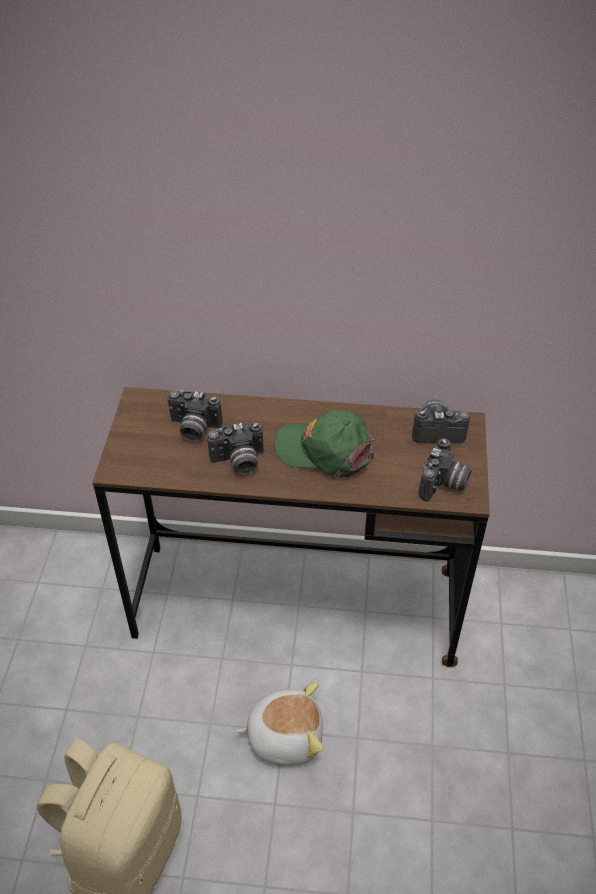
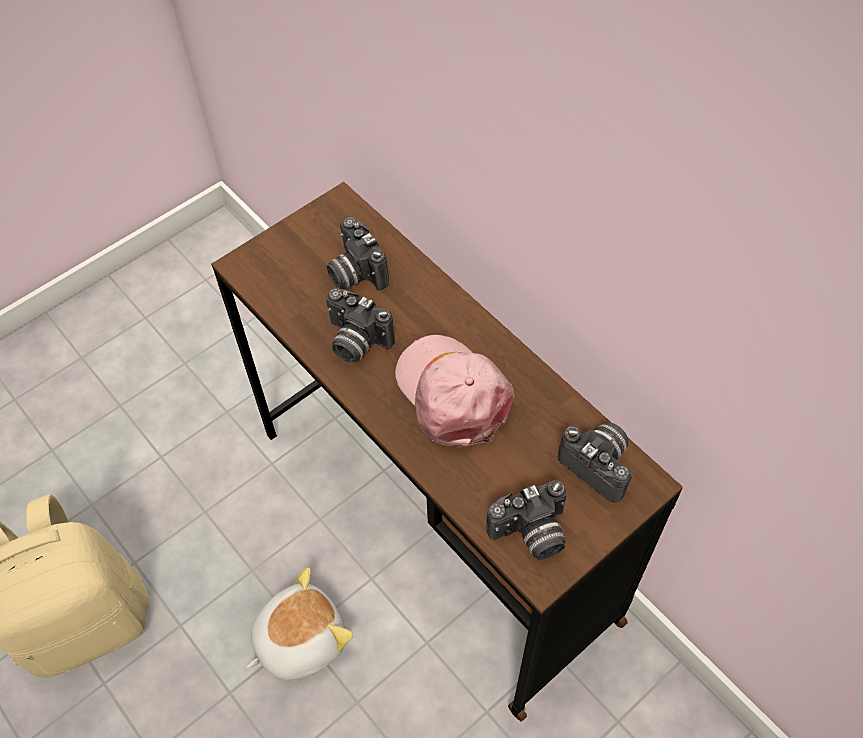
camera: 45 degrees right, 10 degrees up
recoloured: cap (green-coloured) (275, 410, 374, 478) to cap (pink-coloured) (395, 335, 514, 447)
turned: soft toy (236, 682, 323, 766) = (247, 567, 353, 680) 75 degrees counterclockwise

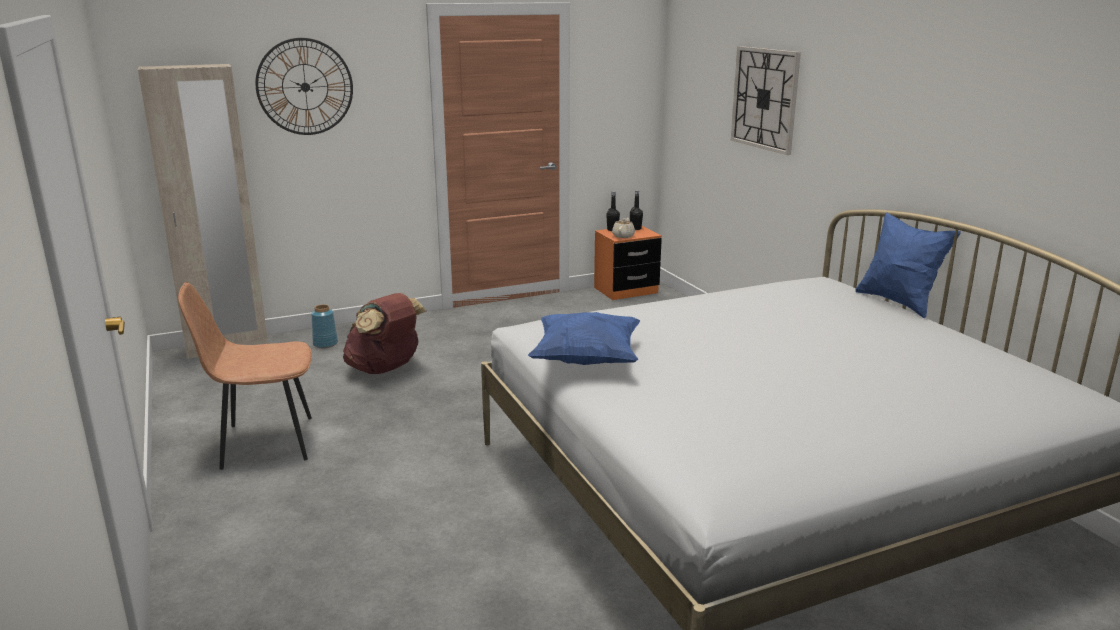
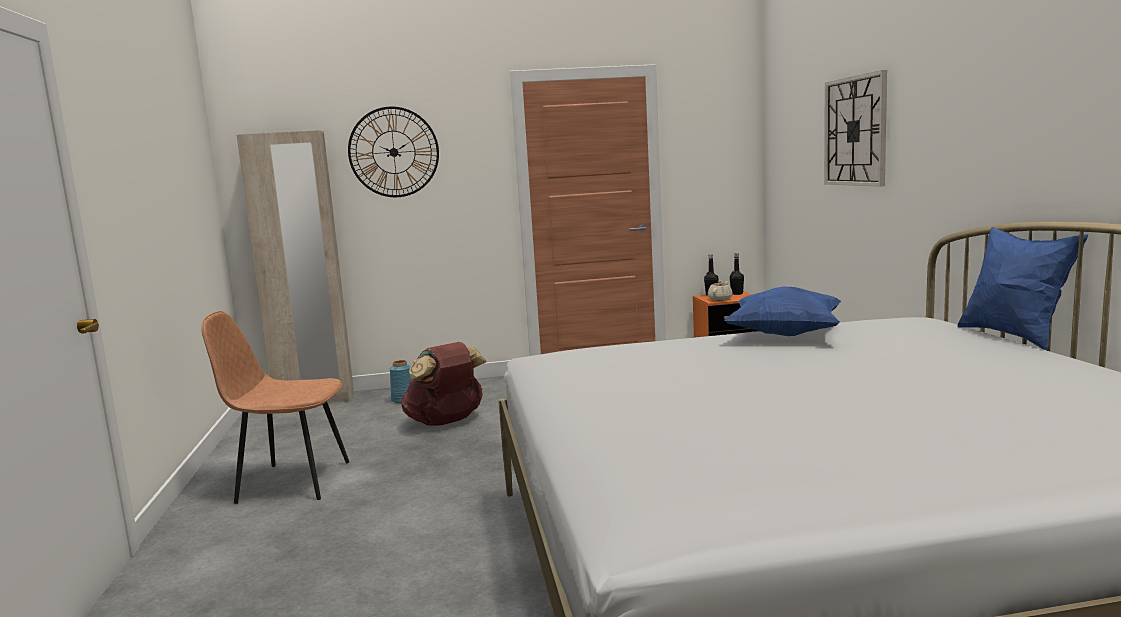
camera: 15 degrees right, 10 degrees down
moved: throw pillow (bluish) (528, 312, 640, 365) to (724, 287, 841, 336)

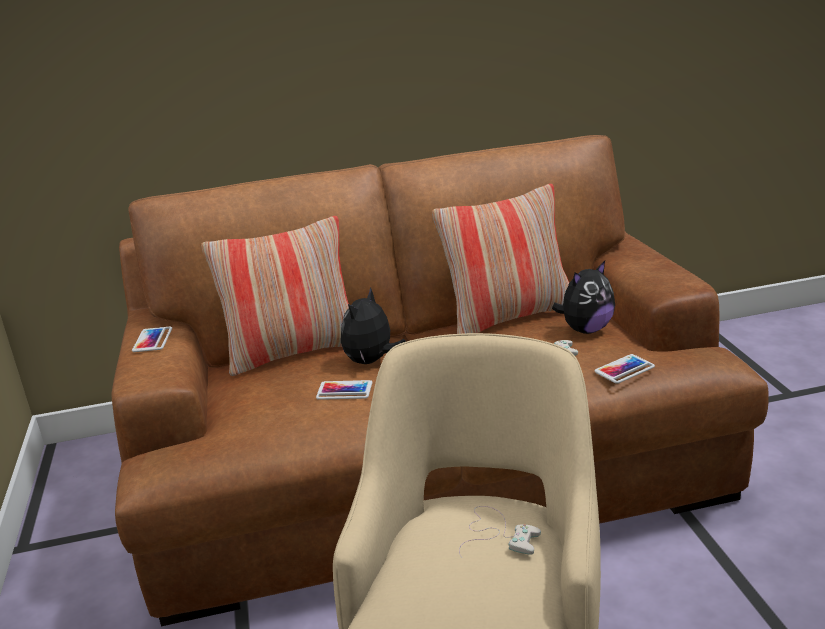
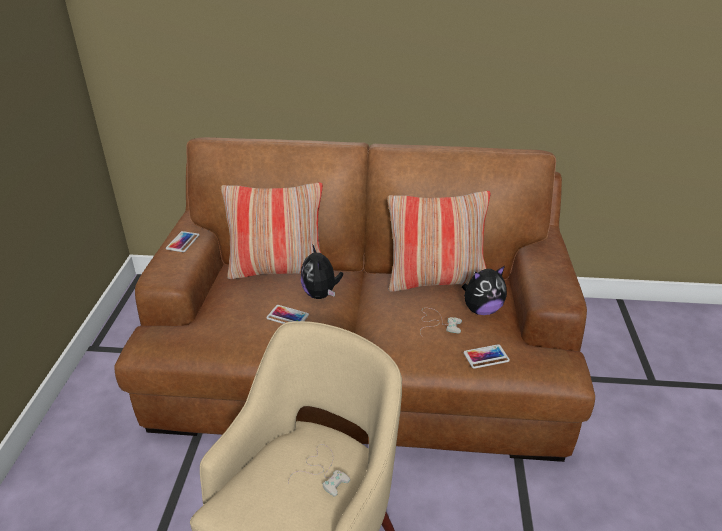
camera: 15 degrees right, 10 degrees up
turned: soft toy (341, 287, 406, 364) = (301, 244, 343, 299) 60 degrees counterclockwise

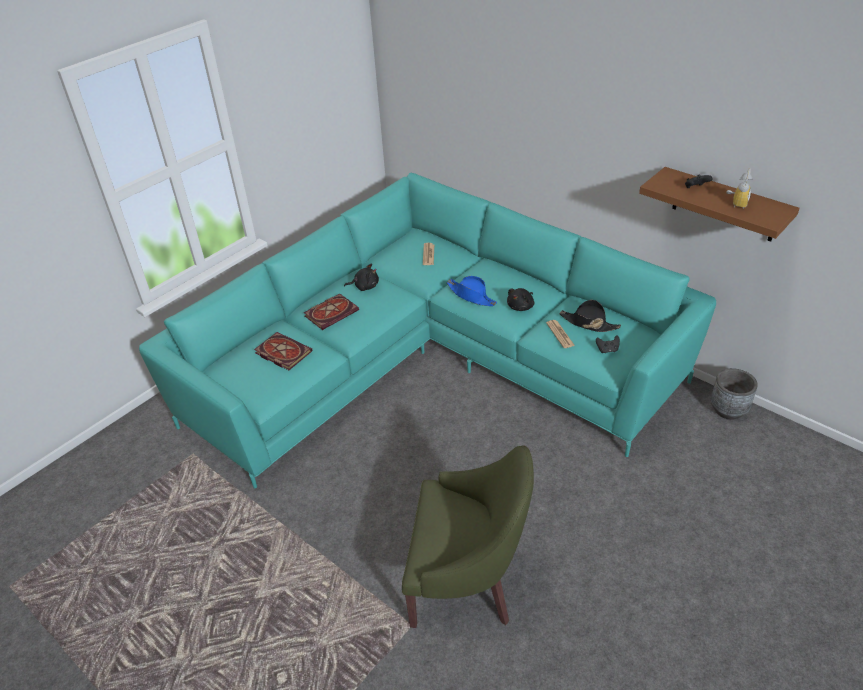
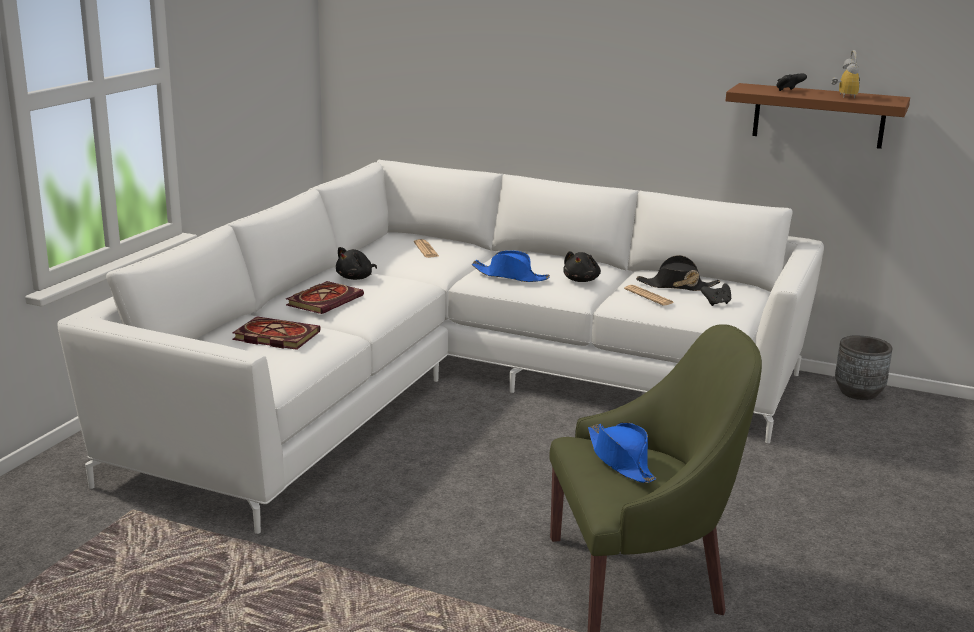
camera: 20 degrees left, 20 degrees down
added: clothing hat (bluish) (588, 422, 656, 483)
recoloured: settee (turquoise-coloured) (139, 173, 716, 488) to settee (white-coloured) (58, 160, 824, 534)
turned: soft toy (black-coloured) (344, 264, 379, 291) = (336, 247, 377, 280) 150 degrees clockwise

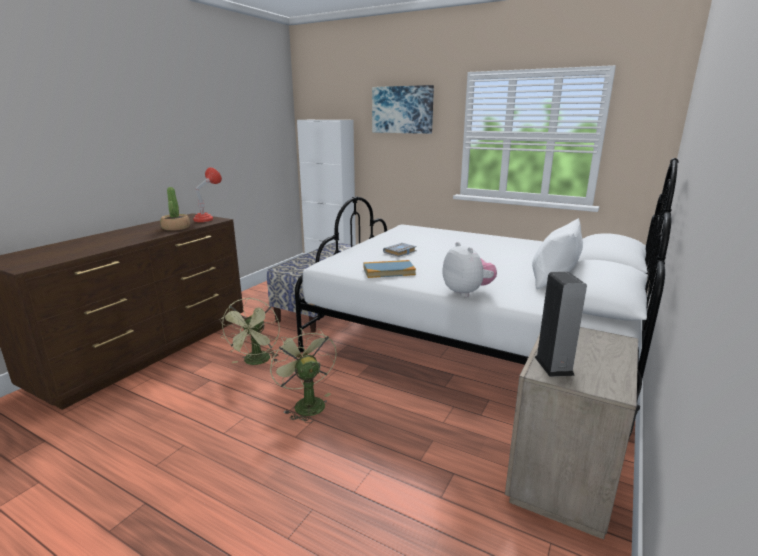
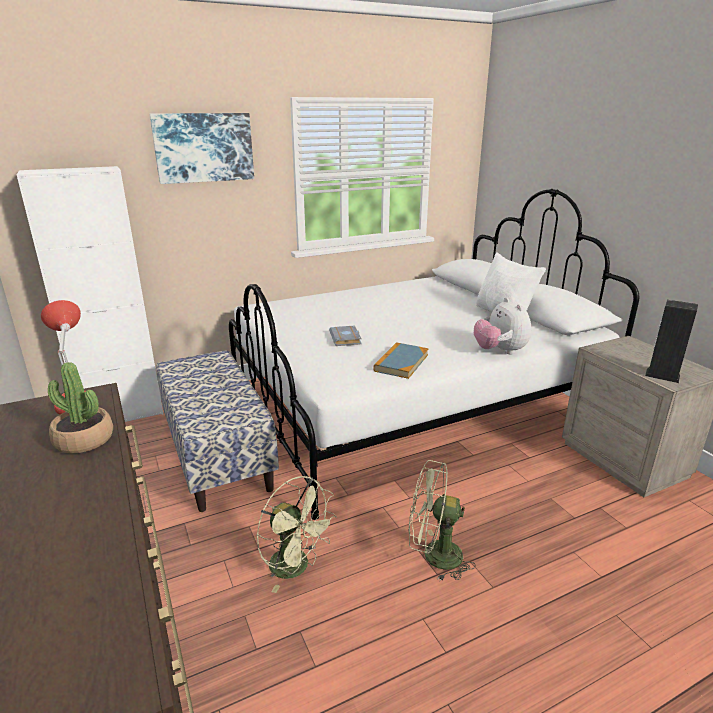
camera: 55 degrees left, 5 degrees up
turned: soft toy (442, 242, 497, 297) = (474, 298, 531, 354) 120 degrees counterclockwise

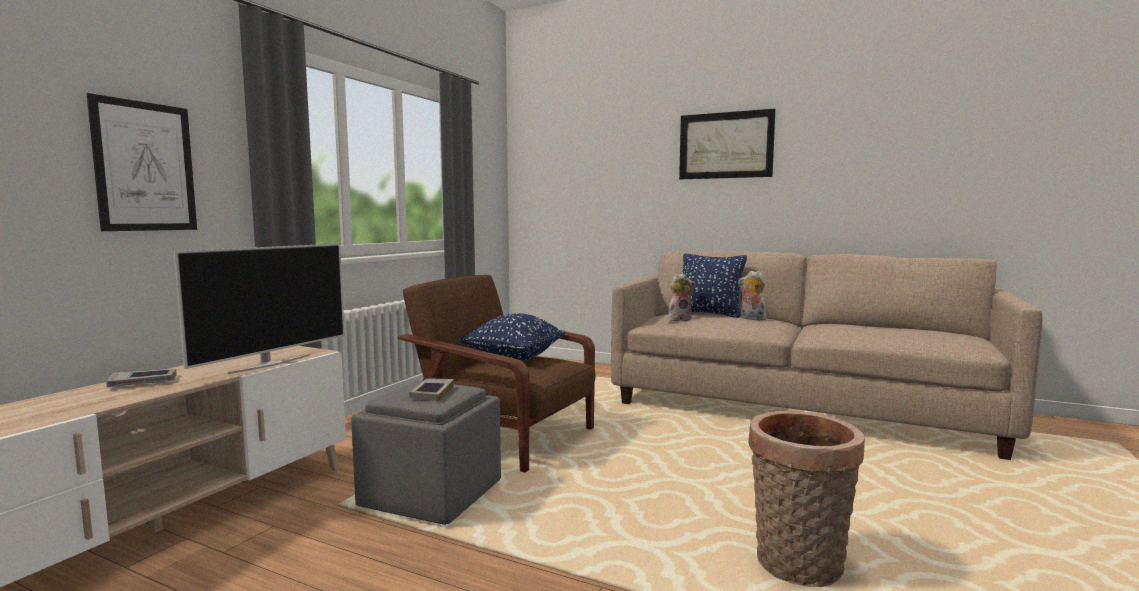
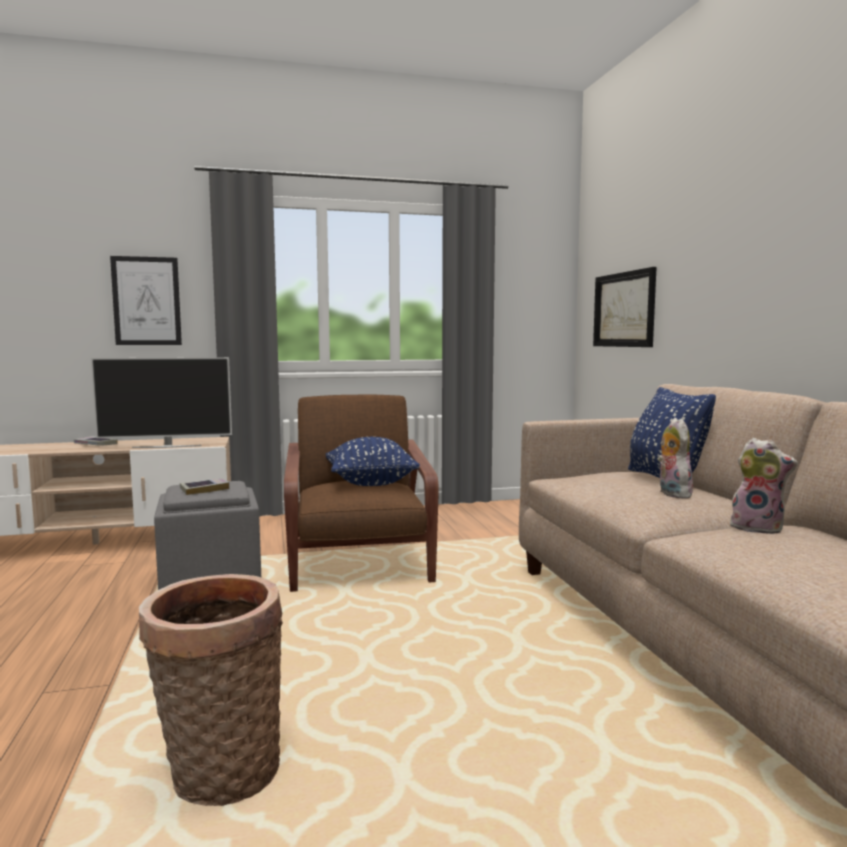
camera: 50 degrees right, 0 degrees up
moved: wall art (679, 109, 775, 179) to (593, 267, 657, 347); soft toy (668, 273, 695, 321) to (728, 438, 798, 534)

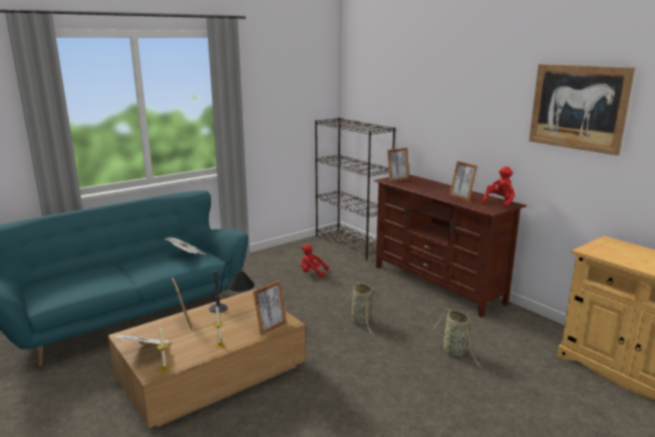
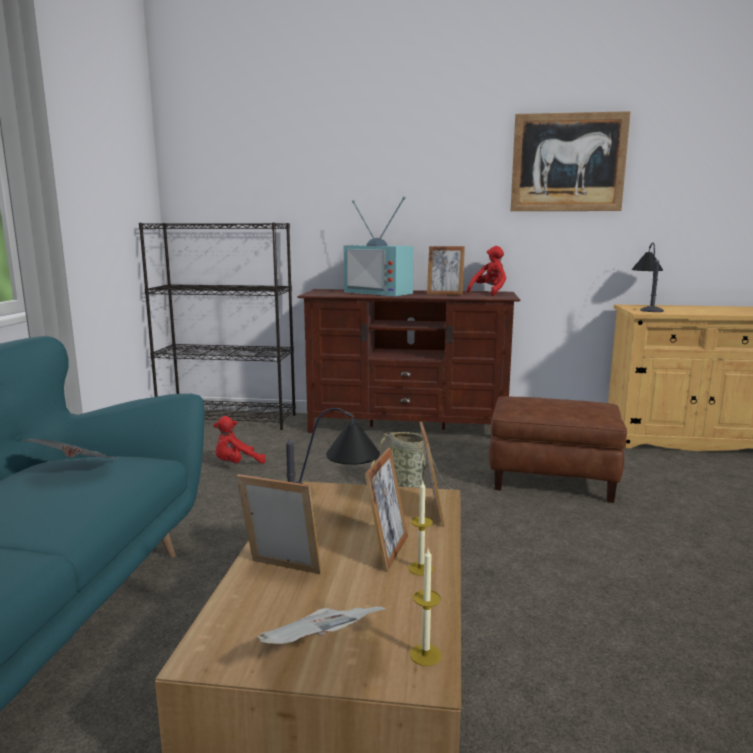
camera: 45 degrees left, 5 degrees down
added: TV set (344, 196, 414, 296); table lamp (632, 243, 664, 312)
moved: standing frame (387, 148, 409, 182) to (365, 448, 408, 572)
replaced: household basket (428, 309, 481, 367) to ottoman (brown-coloured) (489, 396, 627, 503)
turned: soft toy (reddish) (482, 166, 515, 209) = (467, 246, 506, 296) 45 degrees clockwise

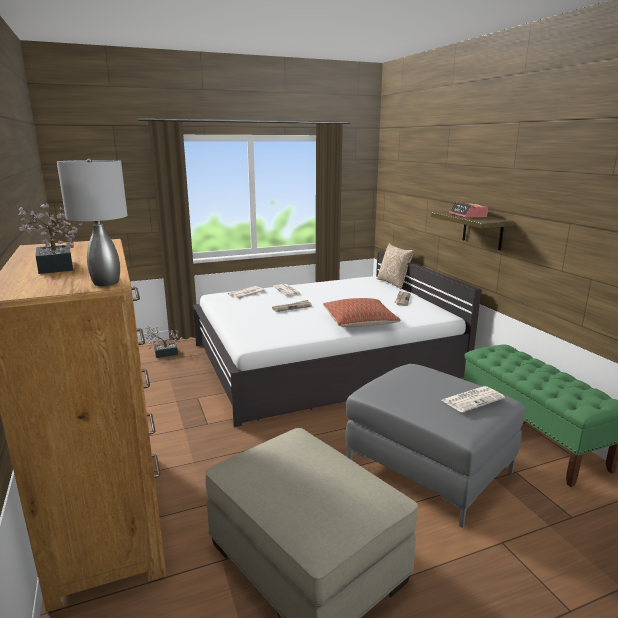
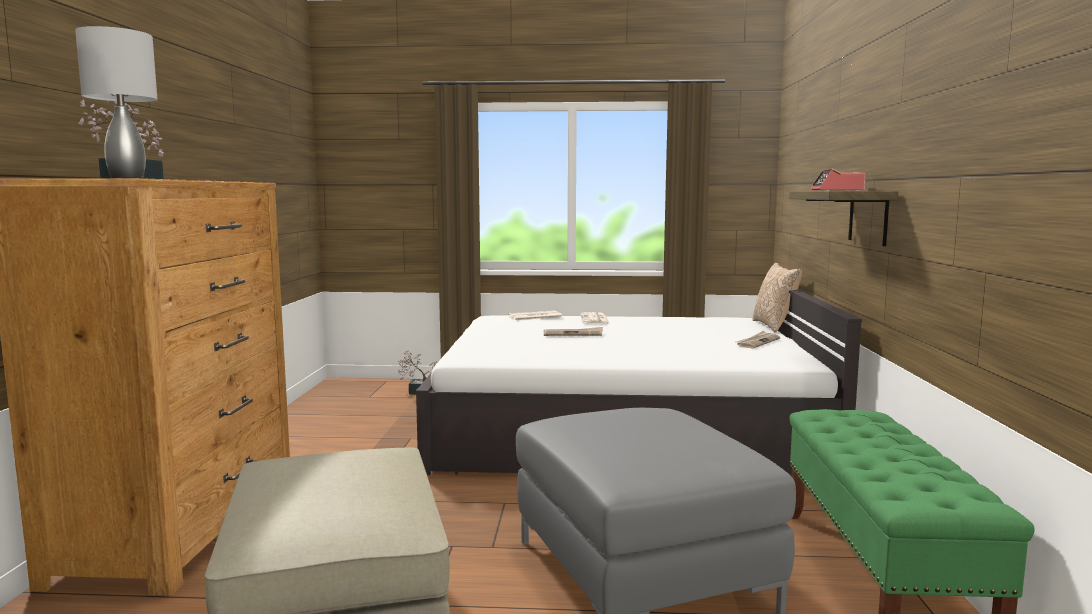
camera: 25 degrees right, 10 degrees down
removed: throw pillow (323, 298, 401, 327); newspaper (442, 386, 505, 412)

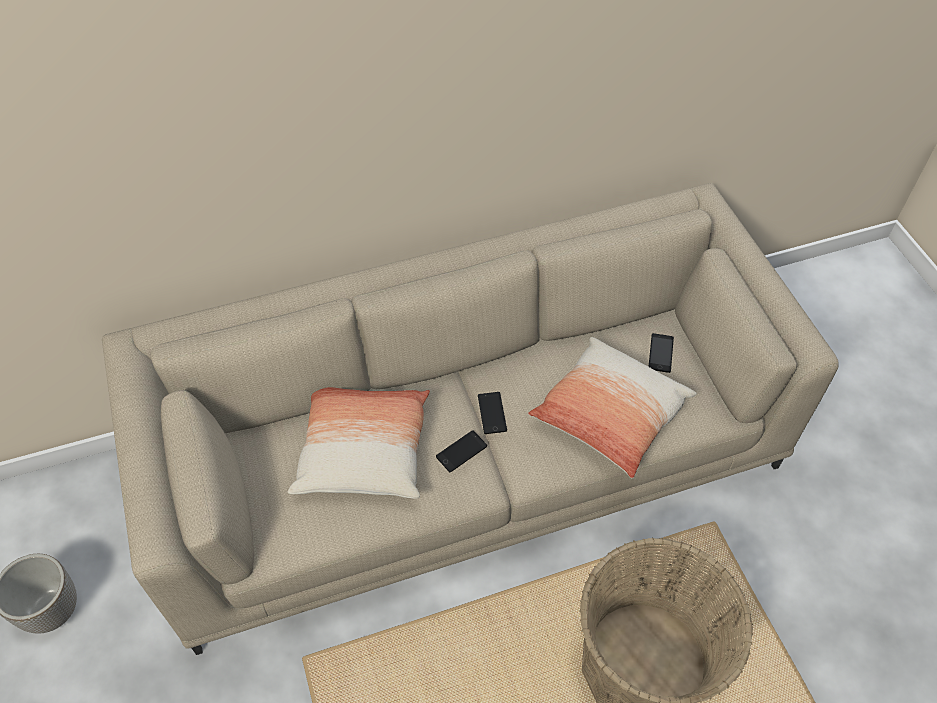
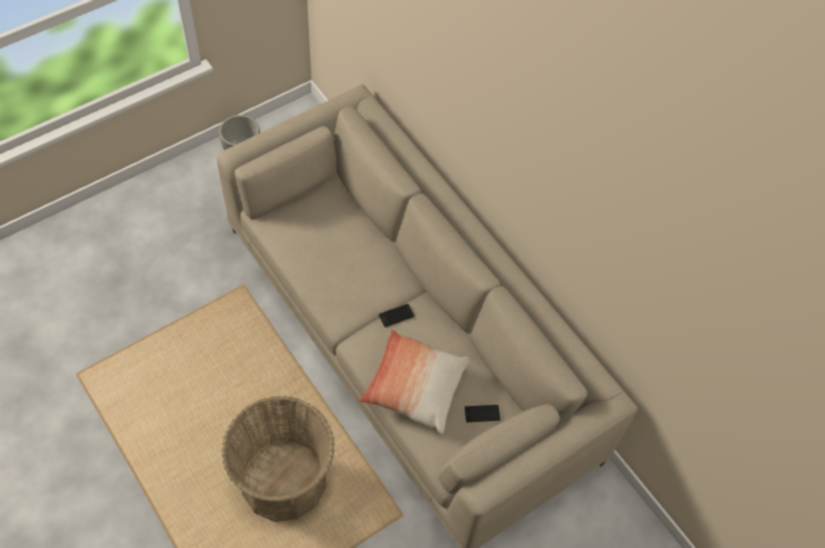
camera: 70 degrees right, 5 degrees up
removed: throw pillow (288, 387, 430, 499); phone (436, 430, 487, 473)

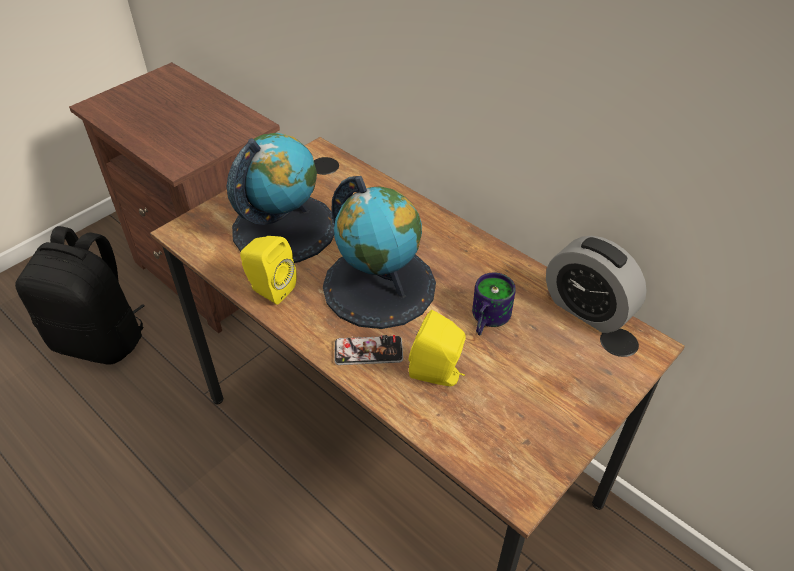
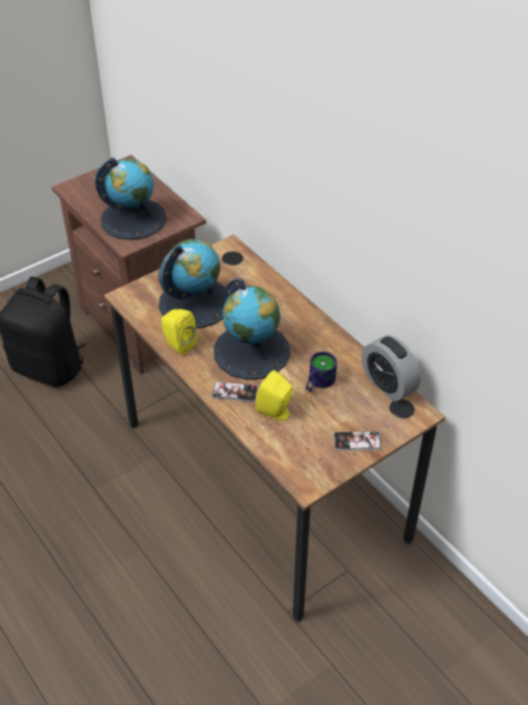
camera: 10 degrees right, 0 degrees up
added: desk globe (95, 157, 167, 240); phone (333, 431, 382, 451)

